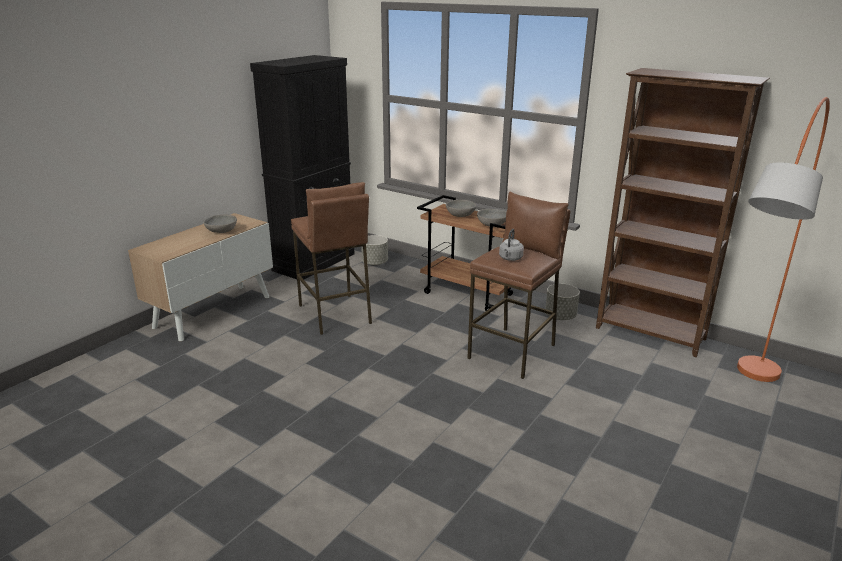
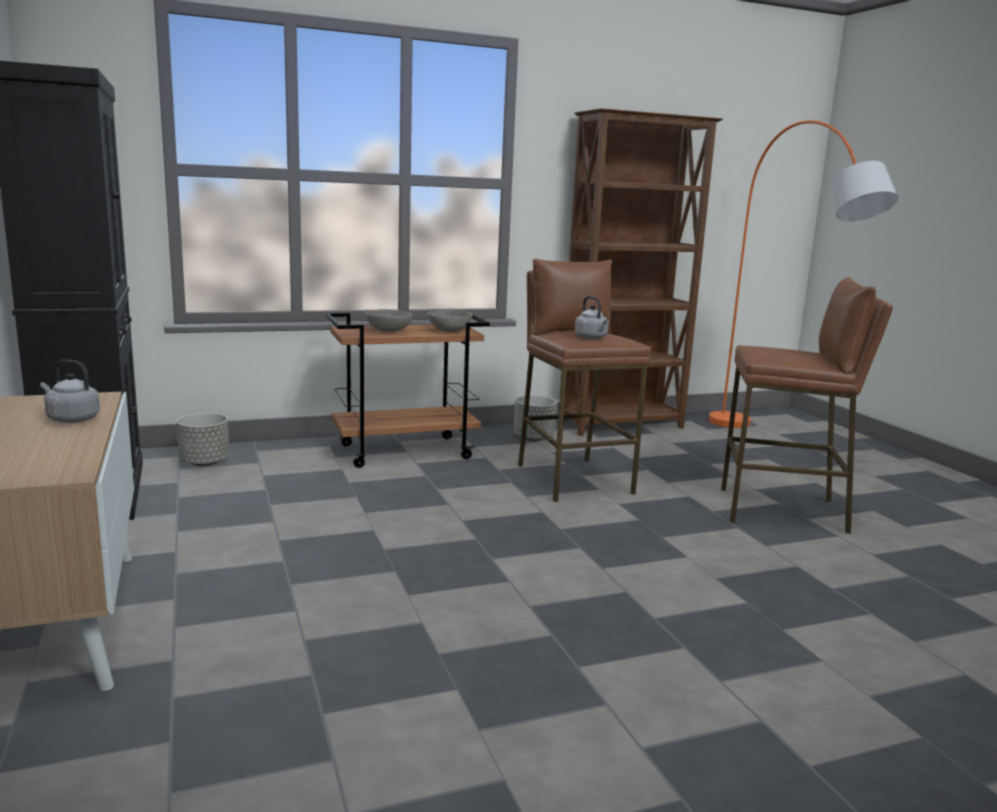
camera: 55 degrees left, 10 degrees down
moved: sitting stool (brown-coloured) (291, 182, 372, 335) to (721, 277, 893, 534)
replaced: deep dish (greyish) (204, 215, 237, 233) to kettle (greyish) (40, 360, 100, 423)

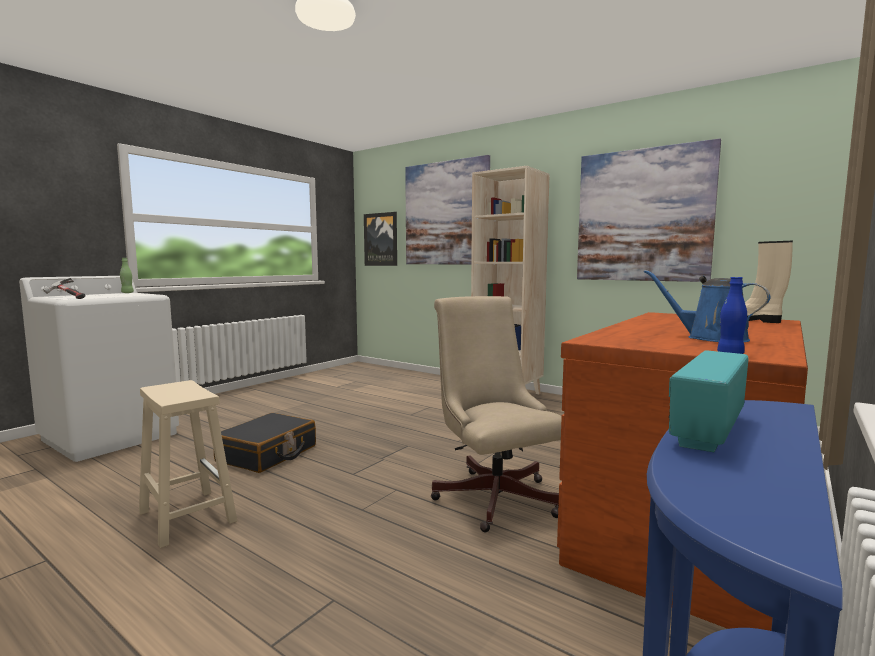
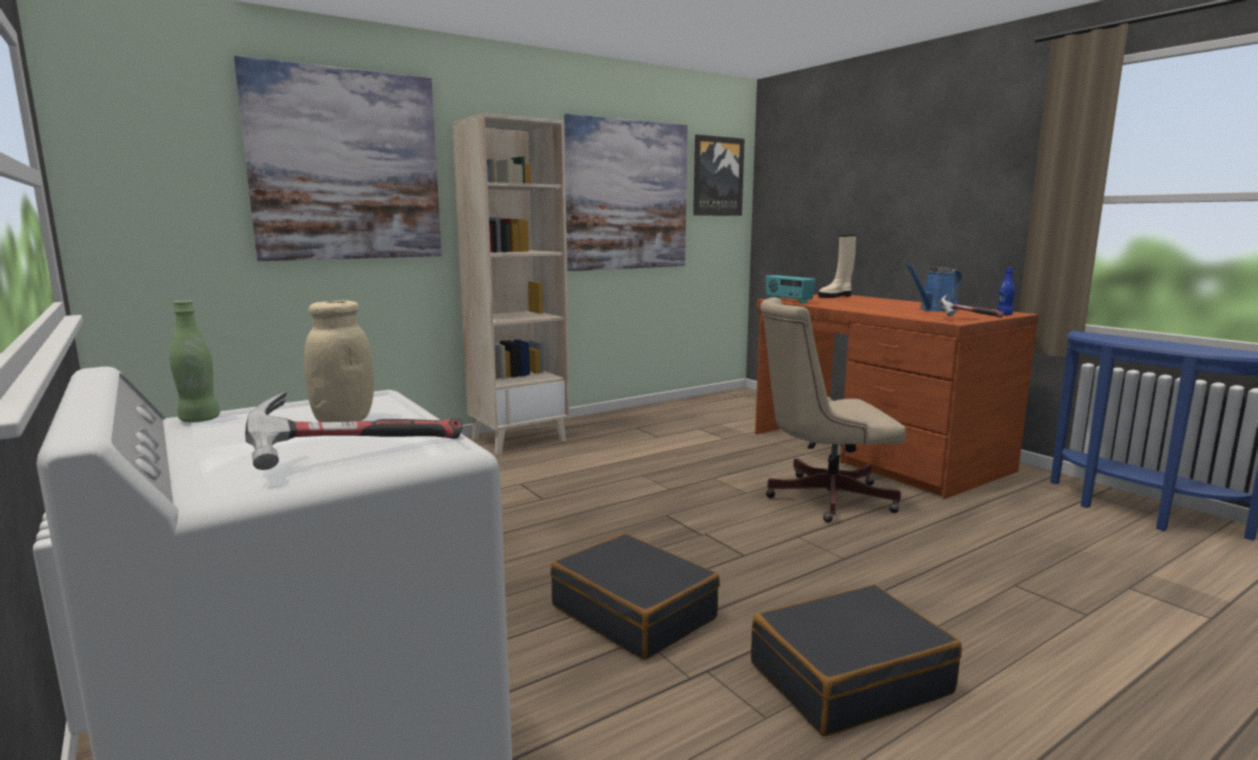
camera: 70 degrees left, 5 degrees up
added: tool hammer (939, 295, 1004, 318); jar (sand-coloured) (304, 300, 374, 422)
moved: wall art (364, 212, 397, 266) to (693, 135, 745, 216); radio set (669, 350, 749, 452) to (766, 275, 815, 304)
replaced: sitting stool (sand-coloured) (139, 380, 237, 548) to suitcase (black-coloured) (751, 584, 962, 736)

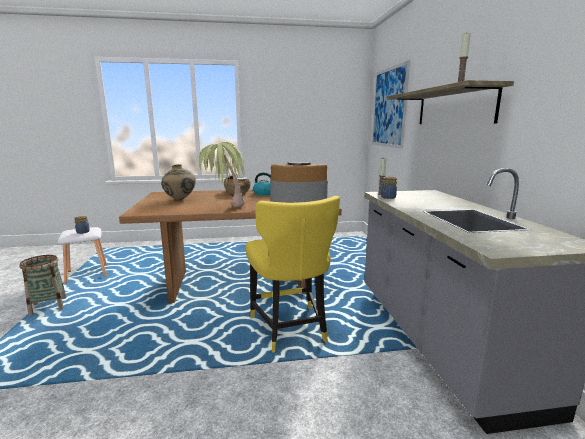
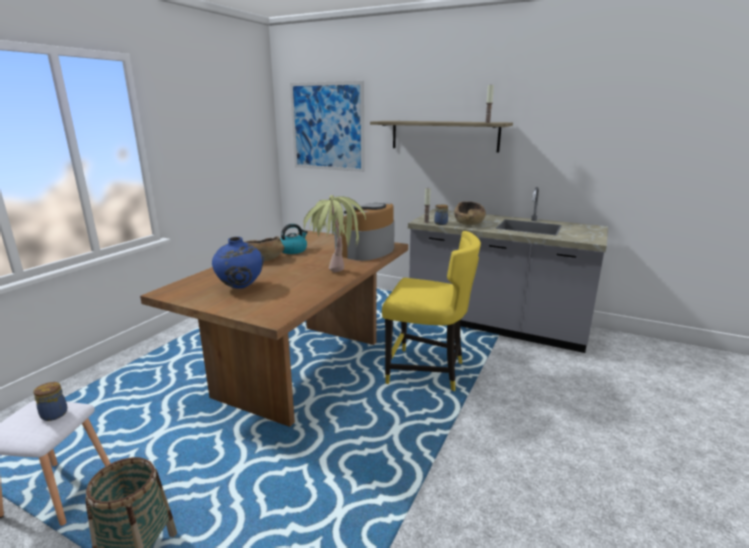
camera: 55 degrees left, 5 degrees up
added: deep dish (brown-coloured) (454, 201, 485, 225)
recoloured: flower vase (sand-coloured) (161, 164, 196, 200) to flower vase (bluish) (212, 237, 264, 289)

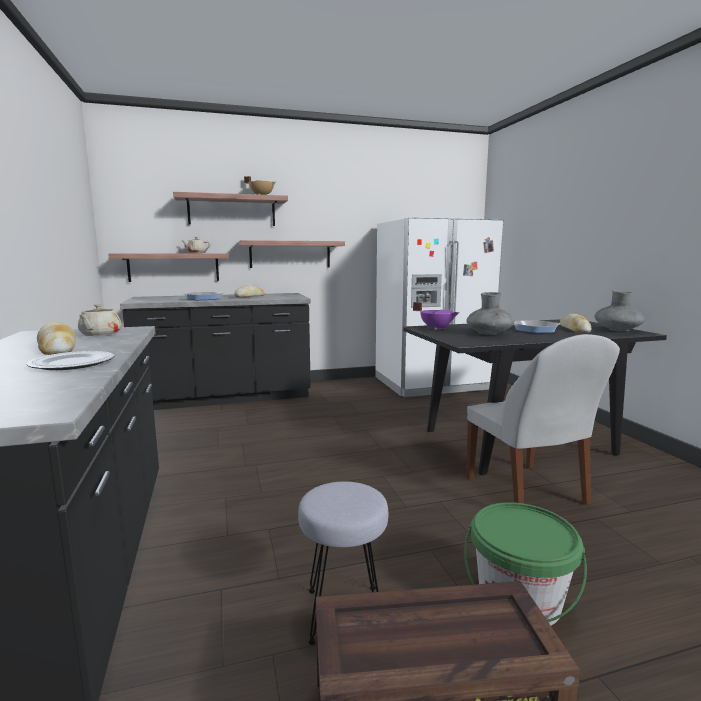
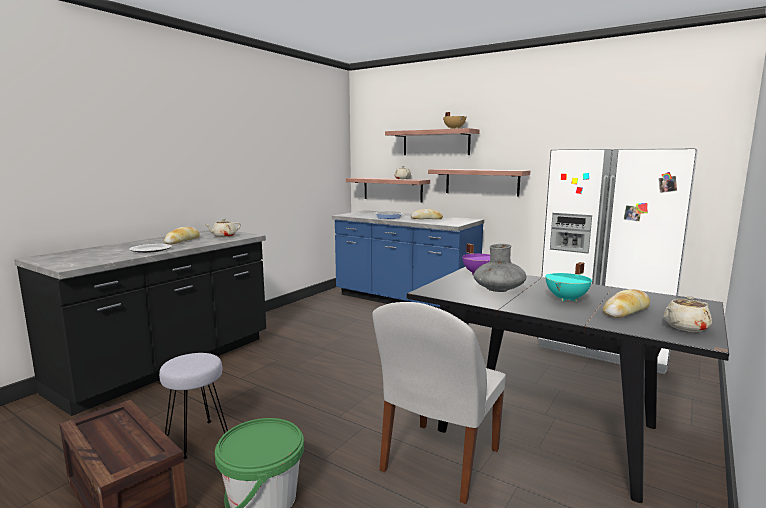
camera: 50 degrees right, 0 degrees up
replaced: flower vase (greyish) (595, 290, 645, 331) to pot for tea (sand-coloured) (664, 296, 712, 332); skillet (513, 320, 560, 333) to cooking pot (turquoise-coloured) (545, 262, 592, 301)
recoloured: counter (black-coloured) (120, 293, 311, 410) to counter (bluish) (332, 210, 484, 309)

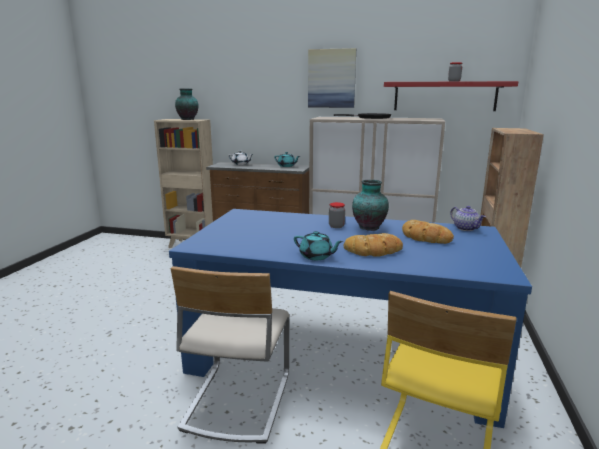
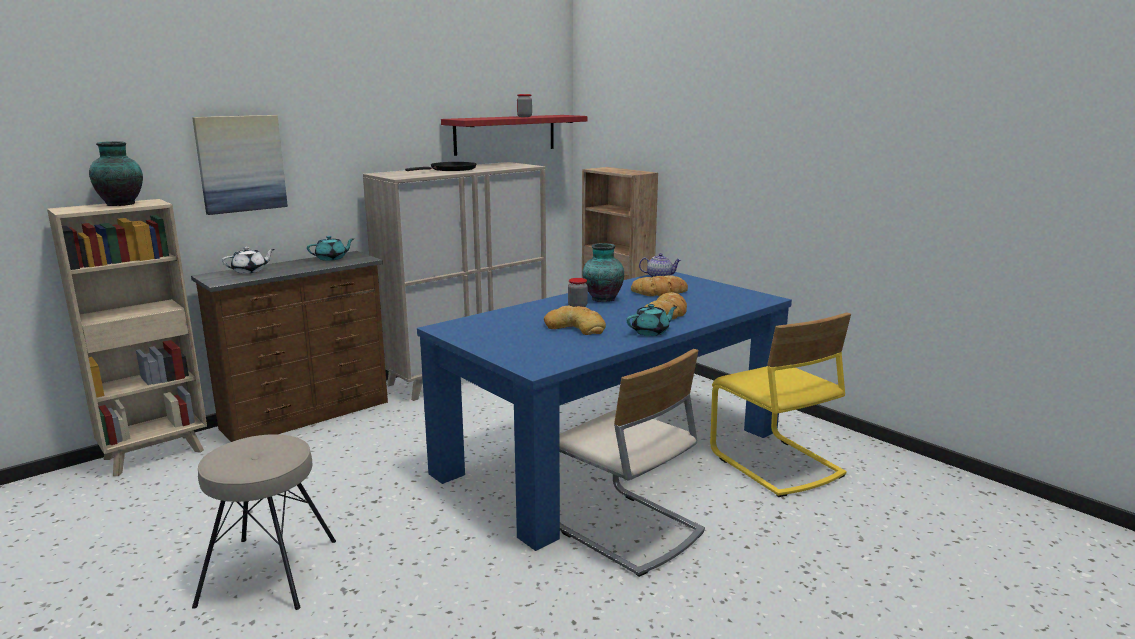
camera: 55 degrees left, 0 degrees up
added: baked bread (544, 305, 606, 335); sitting stool (sand-coloured) (192, 434, 336, 610)
moved: wall art (308, 48, 356, 108) to (192, 115, 288, 215)

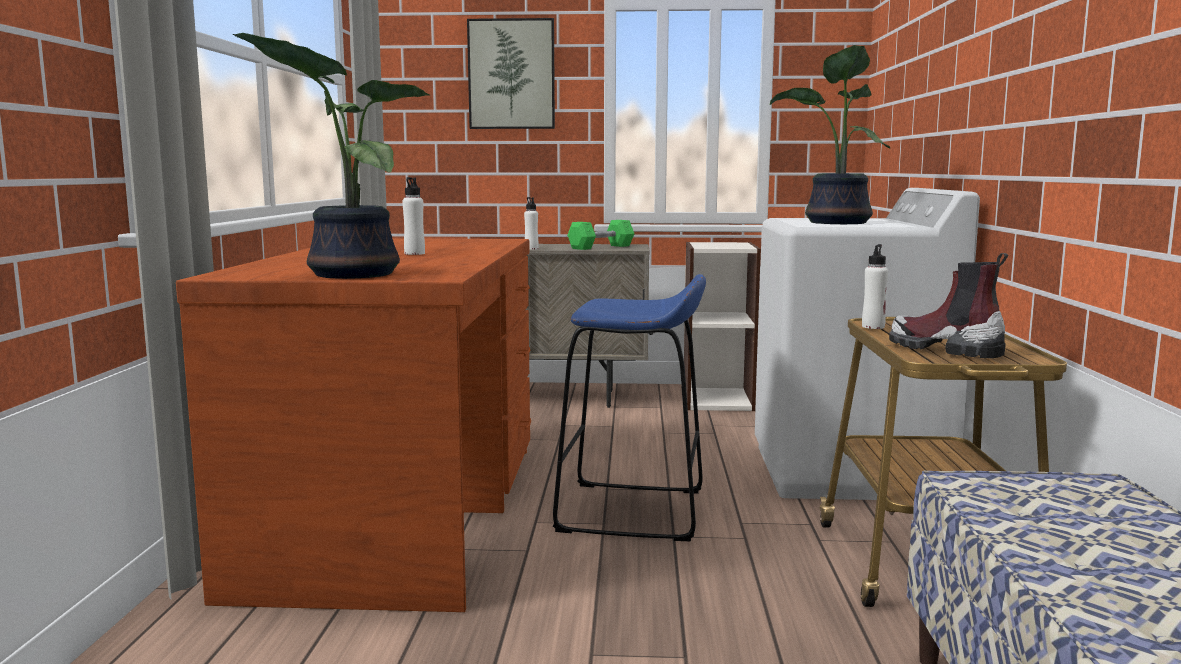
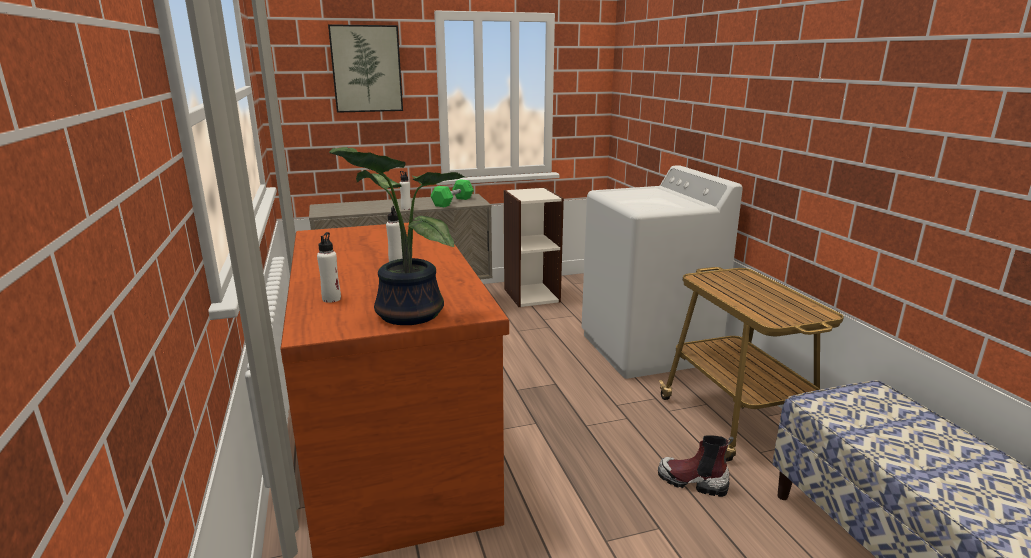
camera: 20 degrees left, 10 degrees up
removed: plant in a pot (770, 45, 891, 224); sitting stool (bluish) (553, 274, 706, 542)
moved: bottle (white-coloured) (862, 244, 888, 329) to (317, 232, 341, 303); tall boot (889, 253, 1008, 358) to (658, 435, 734, 497)

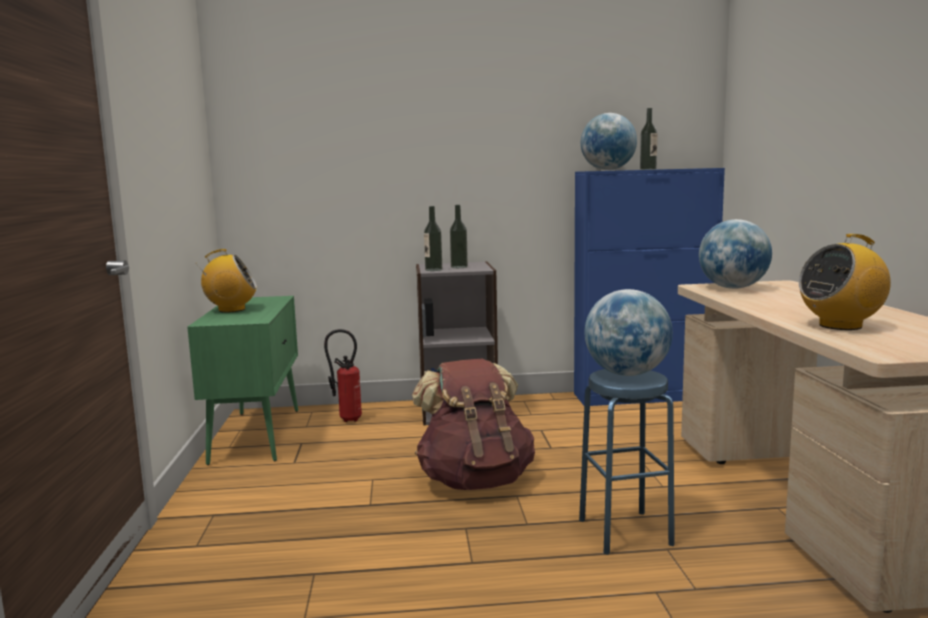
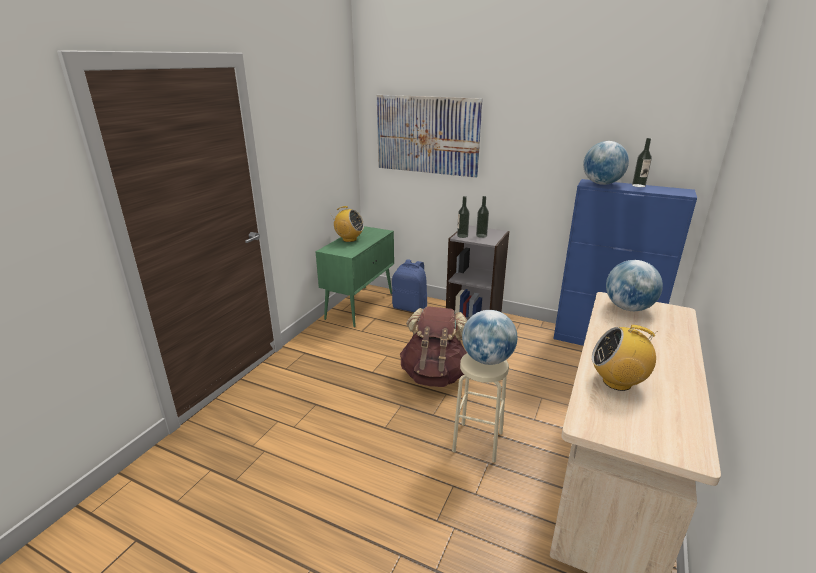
camera: 30 degrees right, 15 degrees up
added: wall art (377, 95, 483, 178)
replaced: fire-fighting cylinder (324, 329, 362, 422) to rucksack (bluish) (392, 259, 427, 312)
recoloured: sitting stool (bluish) (579, 369, 675, 555) to sitting stool (sand-coloured) (452, 353, 509, 463)

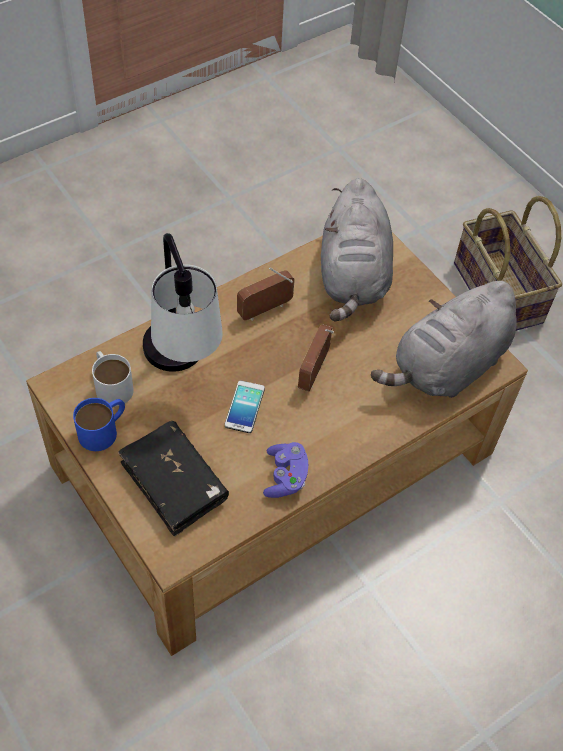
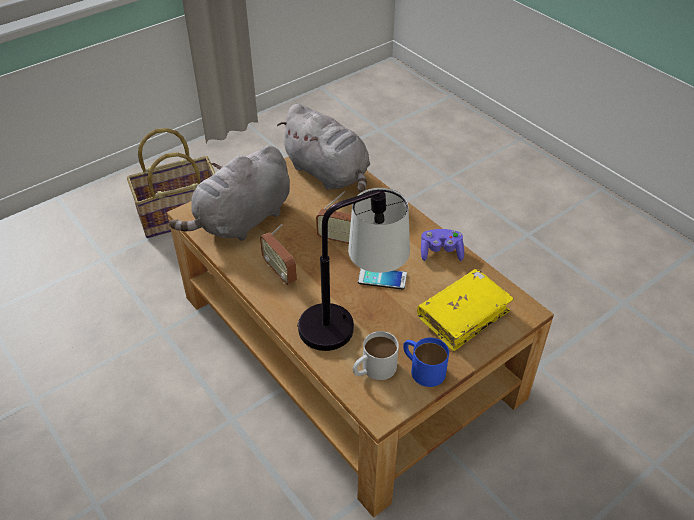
camera: 90 degrees left, 10 degrees down
recoloured: volume (black-coloured) (118, 421, 229, 536) to volume (yellow-coloured) (417, 269, 514, 351)
turned: soft toy (greyish) (321, 178, 393, 322) = (169, 145, 290, 241) 135 degrees clockwise

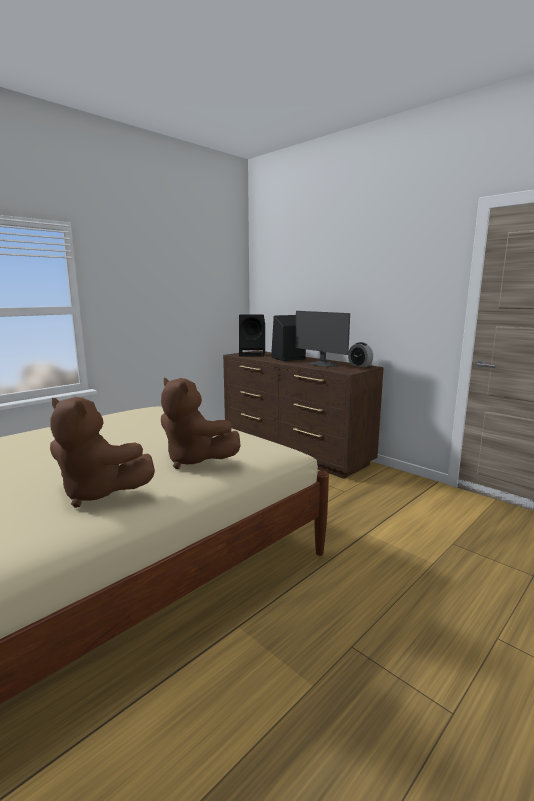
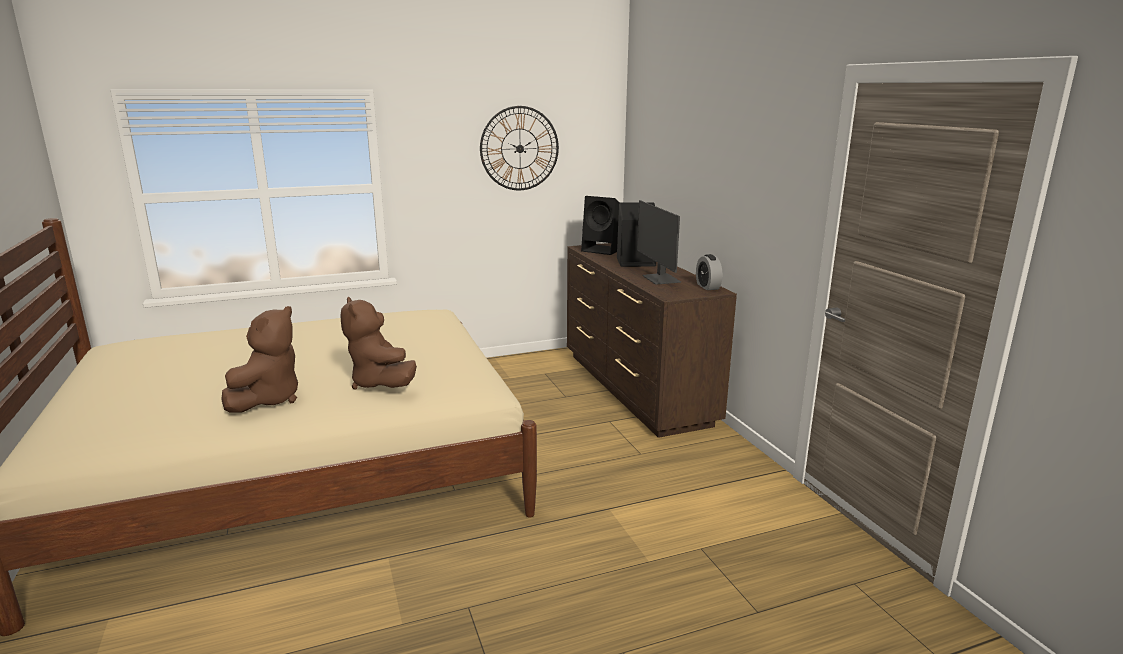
camera: 25 degrees right, 5 degrees up
added: wall clock (480, 106, 559, 190)
turned: soft toy (brown-coloured) (50, 397, 155, 508) = (221, 306, 298, 413) 120 degrees counterclockwise

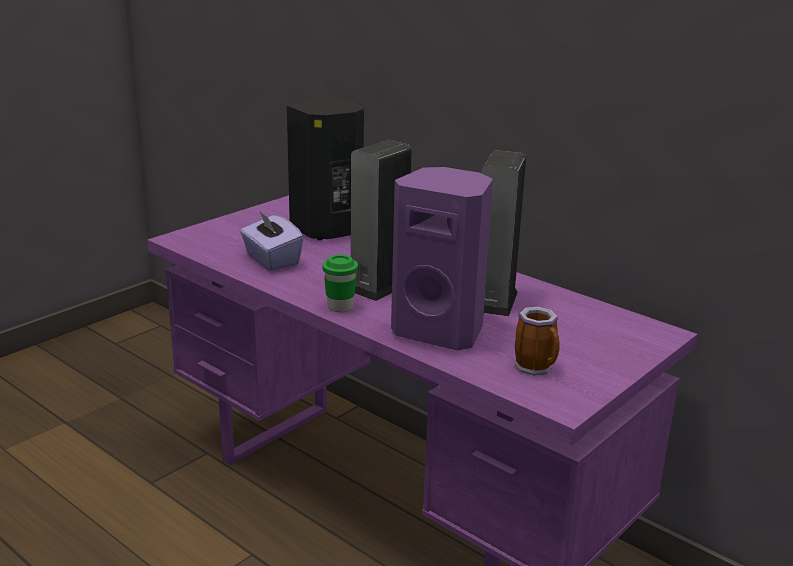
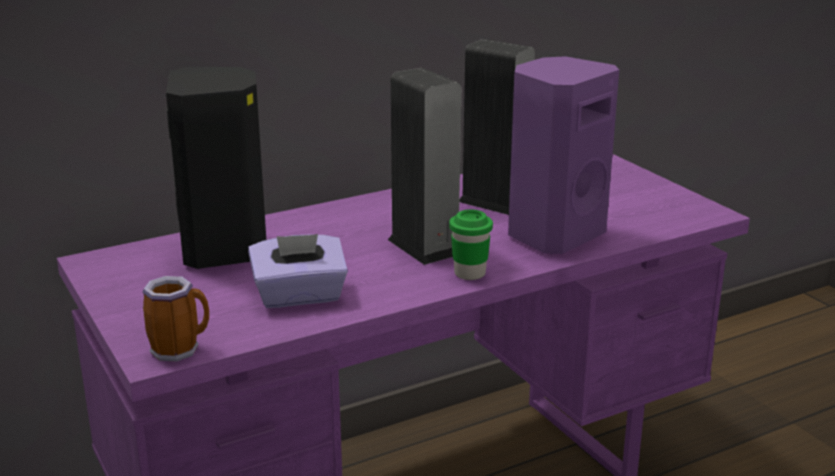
camera: 70 degrees left, 0 degrees up
moved: coffee mug (514, 307, 560, 375) to (142, 276, 209, 362)

